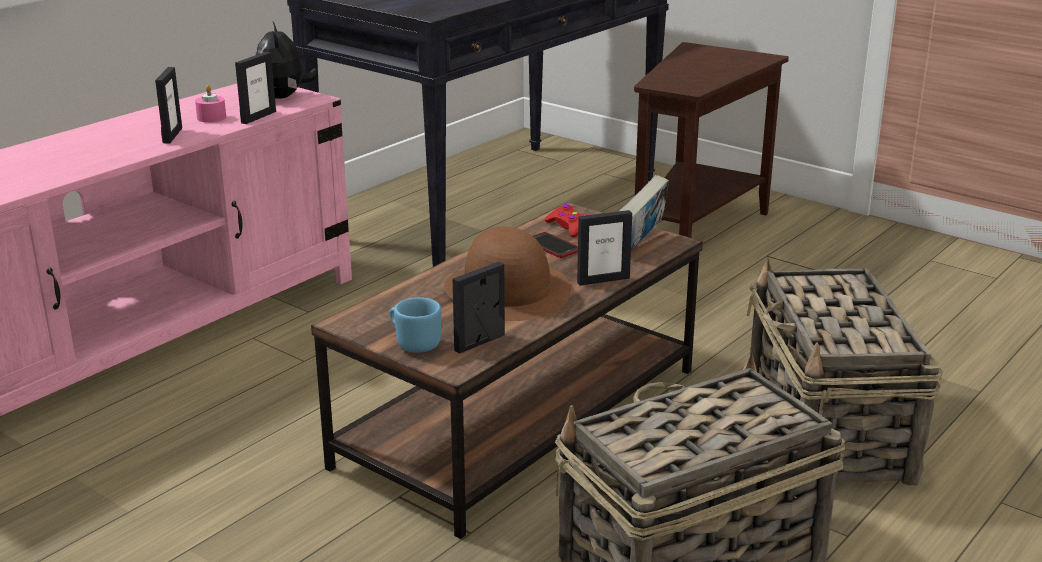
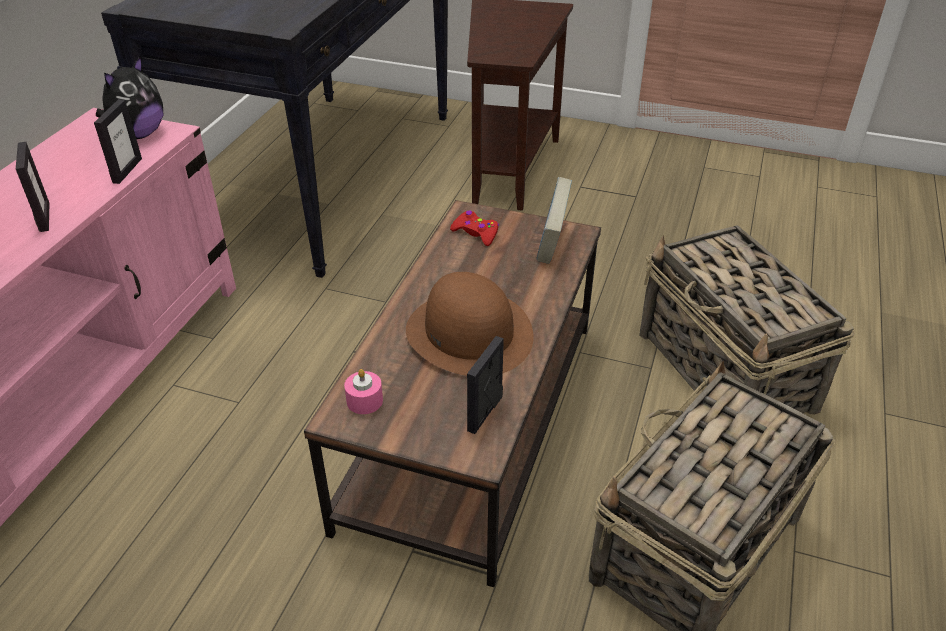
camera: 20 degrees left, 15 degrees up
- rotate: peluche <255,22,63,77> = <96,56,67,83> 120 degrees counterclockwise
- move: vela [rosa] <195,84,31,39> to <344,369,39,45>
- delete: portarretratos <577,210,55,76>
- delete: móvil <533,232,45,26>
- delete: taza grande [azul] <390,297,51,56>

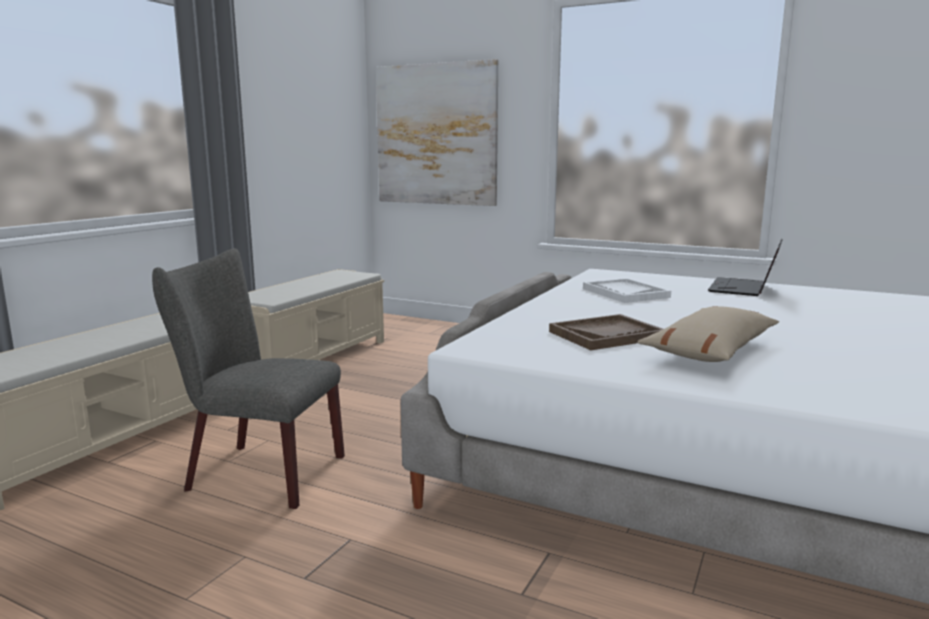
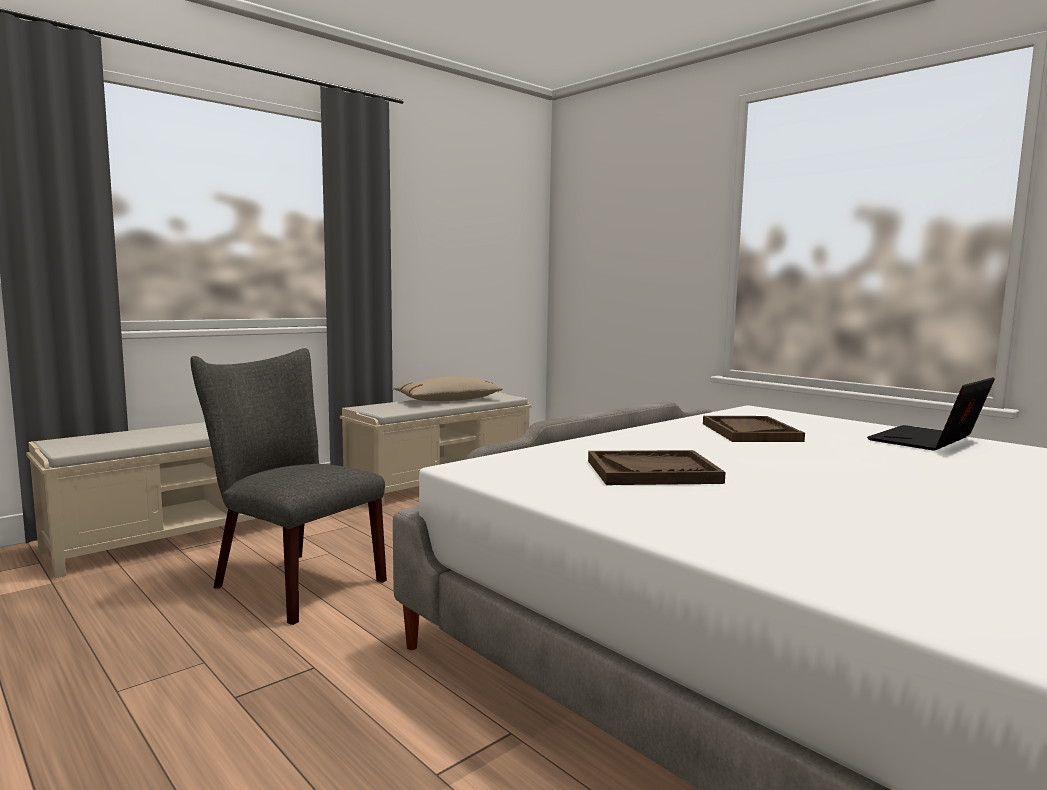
camera: 20 degrees right, 5 degrees down
- delete: cuadro <376,59,122,147>
- recolor: bandeja [blanco] <583,278,88,25> to bandeja [marrón] <703,416,102,26>
- move: cojín [beis] <637,306,142,56> to <393,376,110,25>

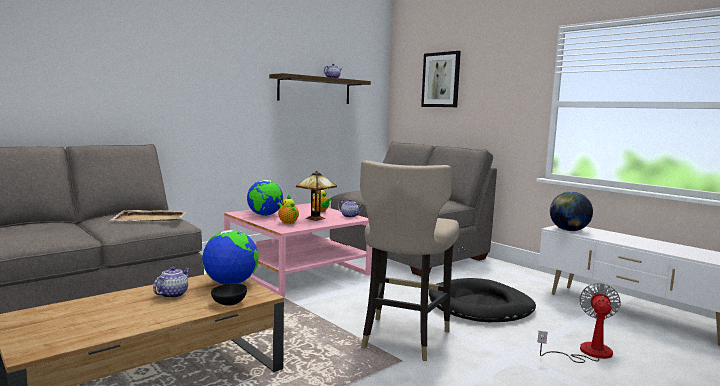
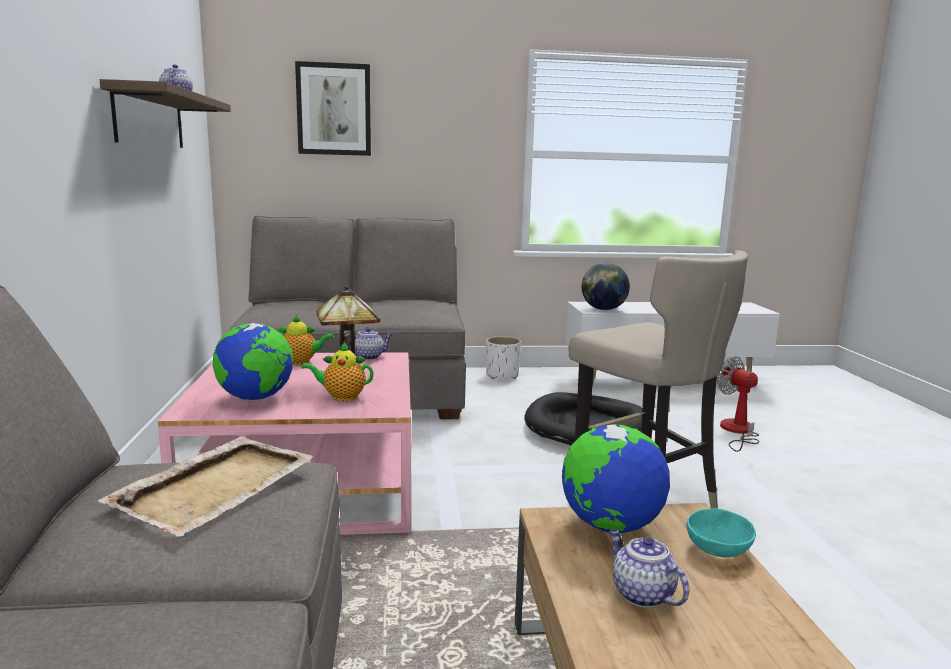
camera: 55 degrees left, 5 degrees up
- recolor: cuenco [negro] <211,283,36,23> to cuenco [turquesa] <687,509,69,48>
- insert: maceta [blanco] <486,336,35,43>

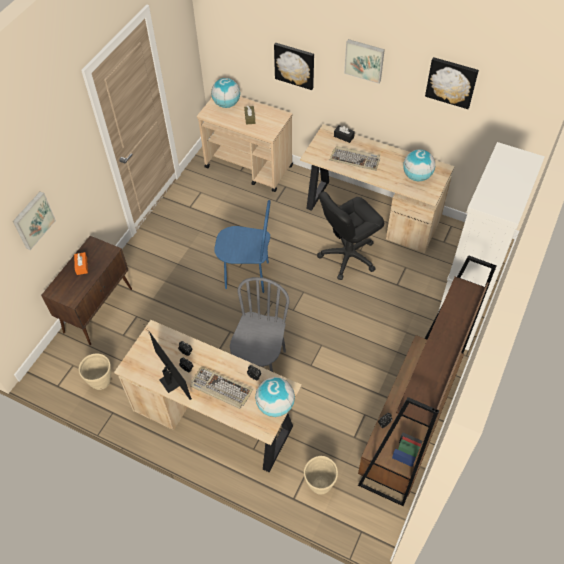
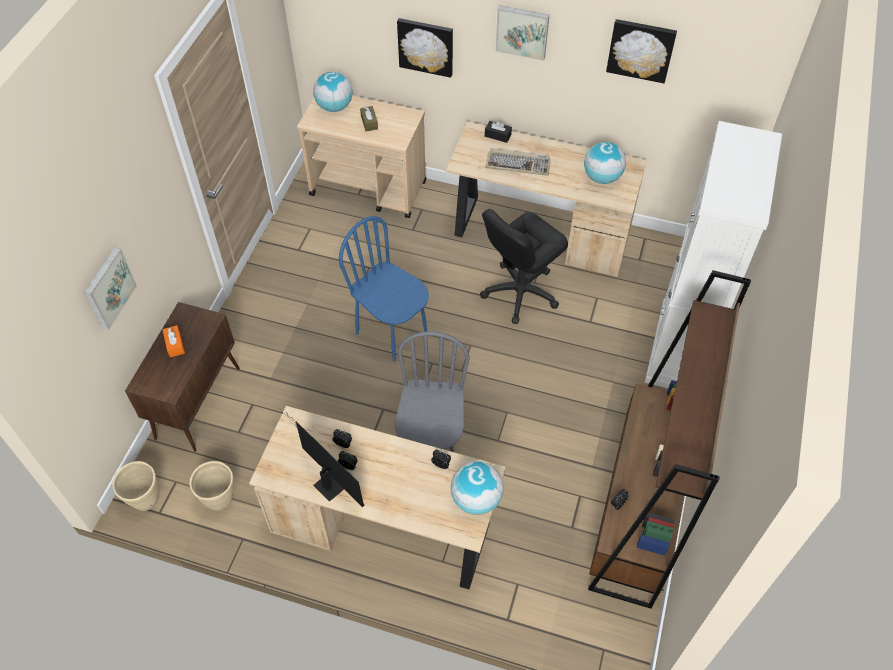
camera: 10 degrees left, 0 degrees up
- rotate: silla [azul] <214,200,57,93> = <339,216,90,146> 135 degrees counterclockwise
- delete: teclado <190,367,63,42>
- move: maceta [beis] <304,456,34,39> to <112,461,47,50>

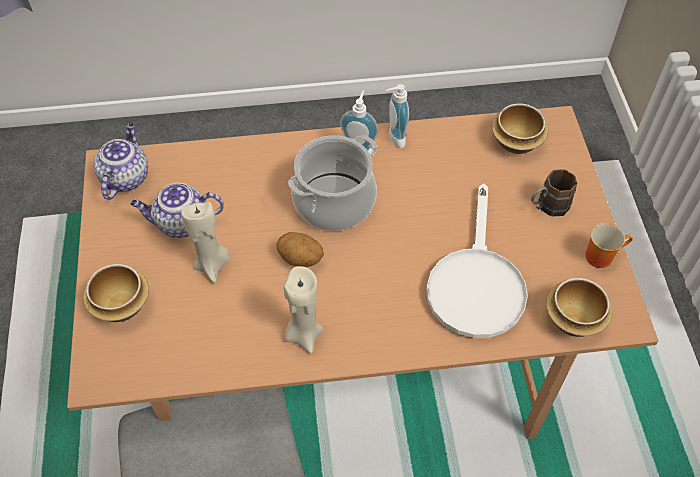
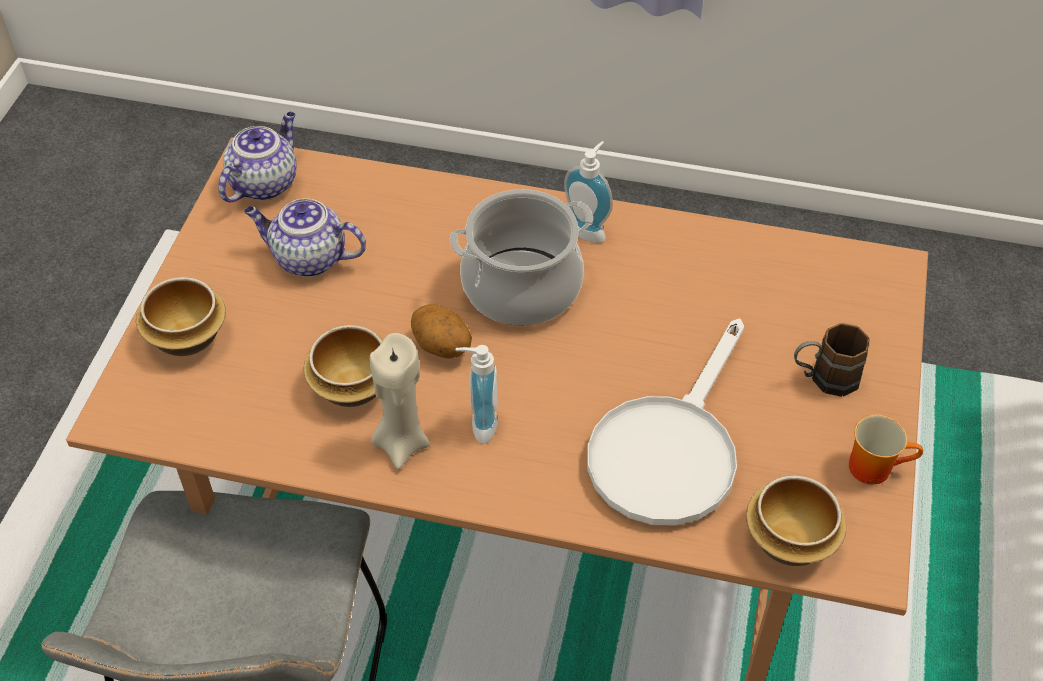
camera: 20 degrees right, 5 degrees down
- move: dispensador de jabón <386,84,23,64> to <456,345,42,99>
- move: cuenco <492,103,56,51> to <304,325,79,82>
- delete: vela [beis] <181,202,48,81>

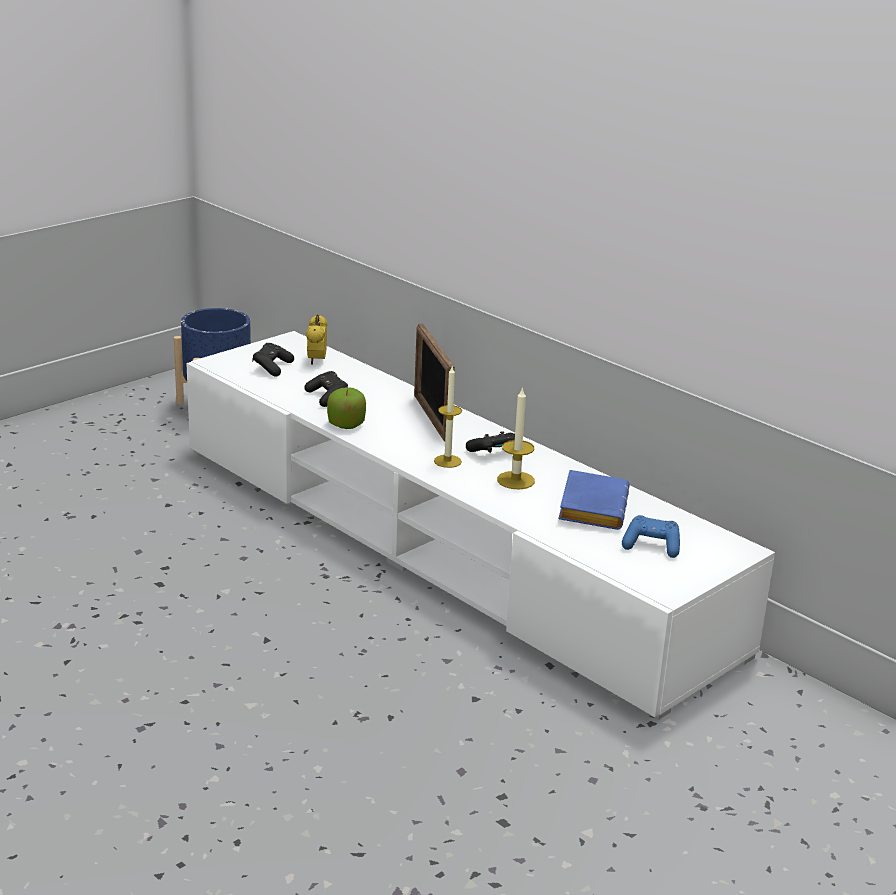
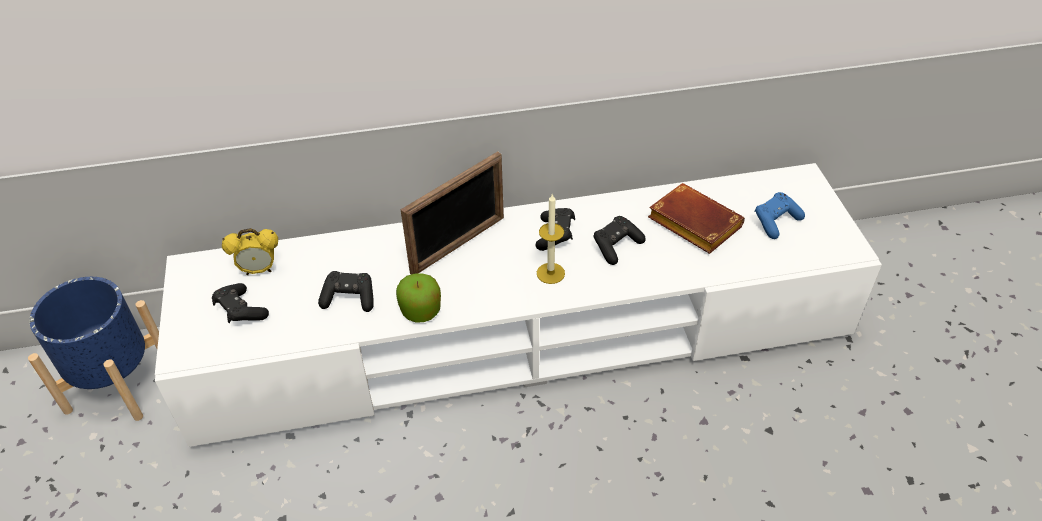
camera: 55 degrees left, 20 degrees up
- rotate: despertador <306,314,22,51> = <222,228,56,47> 45 degrees counterclockwise
- rotate: portarretratos <414,324,41,118> = <401,152,103,122> 60 degrees counterclockwise
- replace: vela <497,387,38,102> to mando de consola [negro] <593,216,53,49>
- recolor: libro [azul] <558,470,71,60> to libro [marrón] <648,183,97,71>

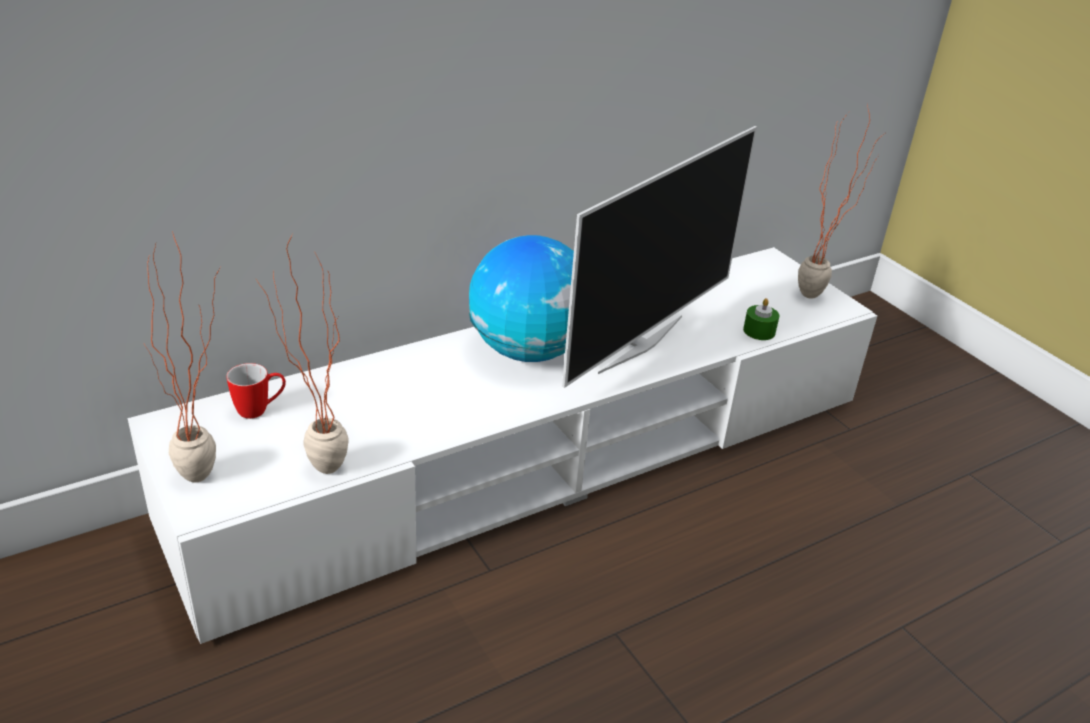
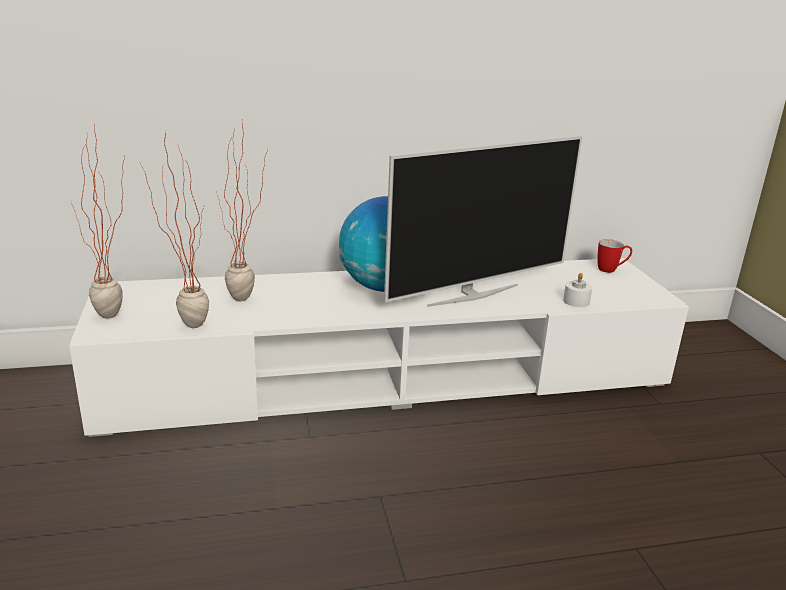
camera: 20 degrees right, 10 degrees down
- move: planta en maceta <798,105,86,194> to <216,125,52,176>
- recolor: vela [verde] <743,298,36,42> to vela [blanco] <563,273,29,34>
- move: taza grande <226,363,60,56> to <598,239,34,34>

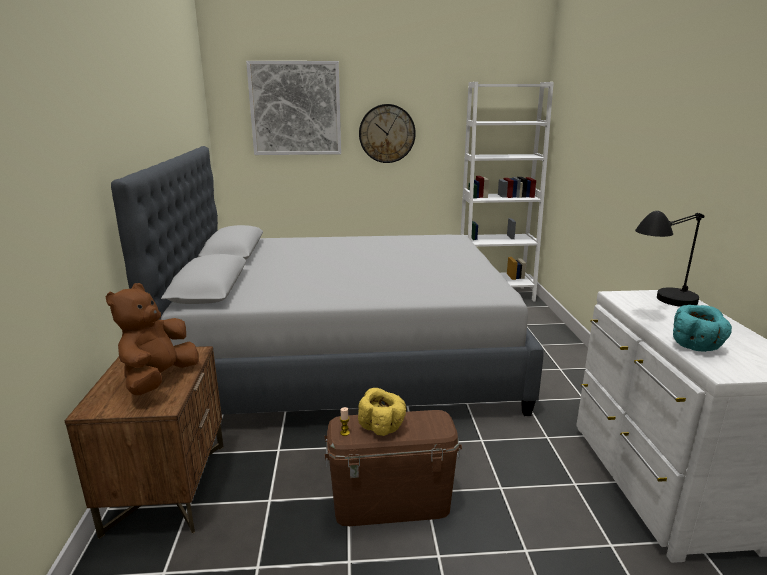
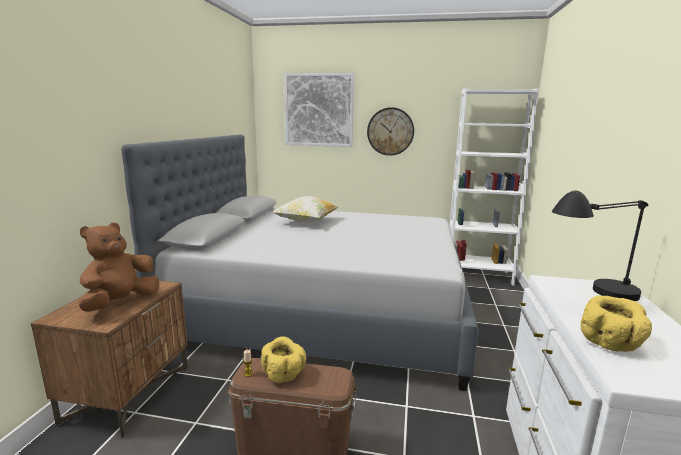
camera: 15 degrees right, 5 degrees down
- recolor: cuenco [turquesa] <673,305,59,47> to cuenco [amarillo] <581,296,71,56>
- insert: cojín <272,196,68,27>

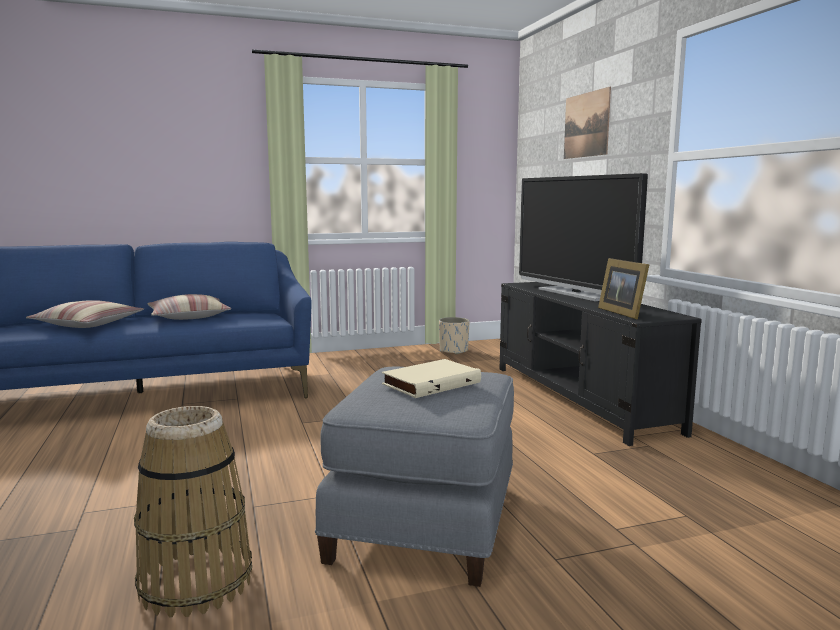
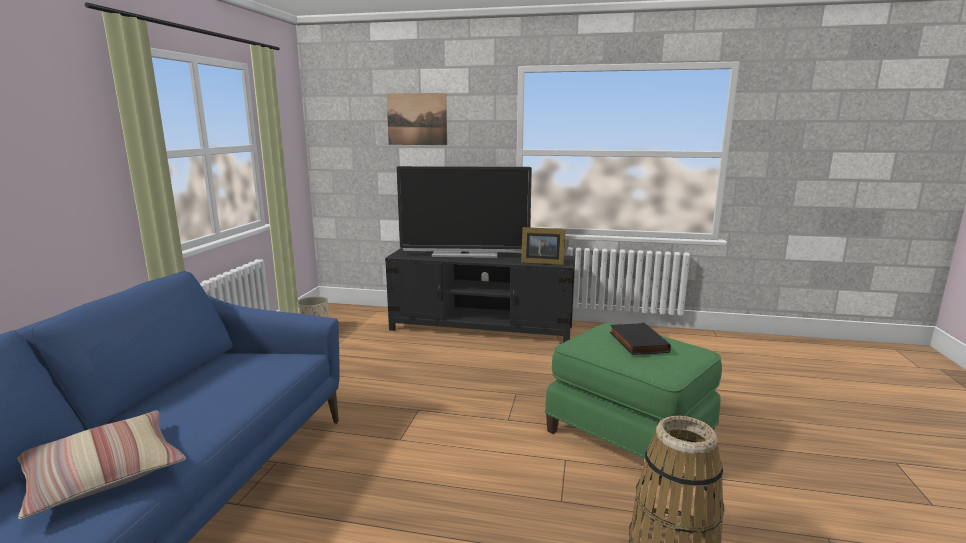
camera: 60 degrees left, 5 degrees up
- delete: cojín <147,294,84,26>
- recolor: libro [beis] <382,359,99,39> to libro [negro] <610,323,61,32>
- recolor: puf [gris] <315,366,199,221> to puf [verde] <545,323,177,162>

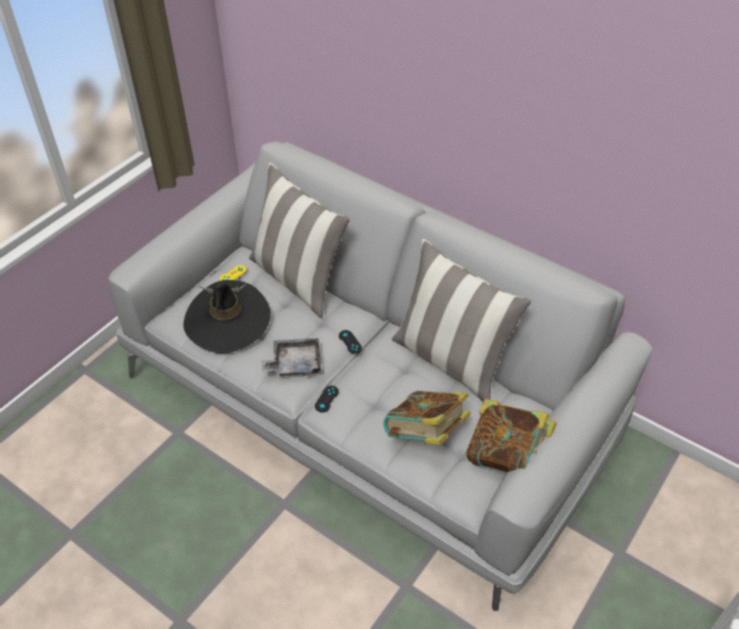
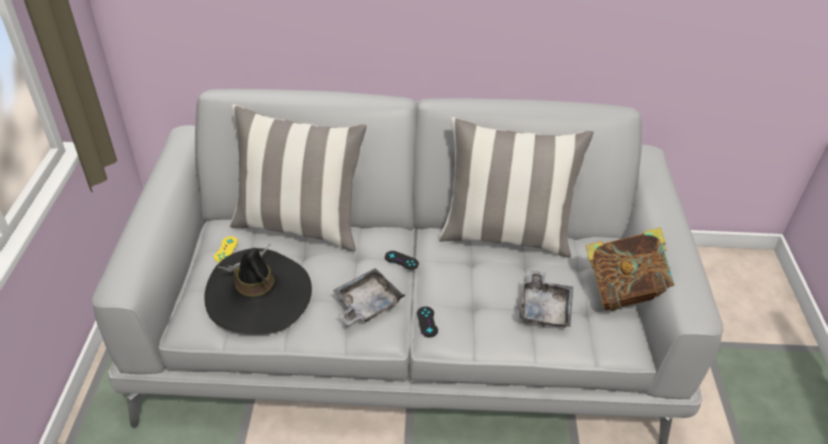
camera: 35 degrees left, 5 degrees down
- replace: libro <383,391,88,54> to bandeja [gris] <519,270,54,57>

